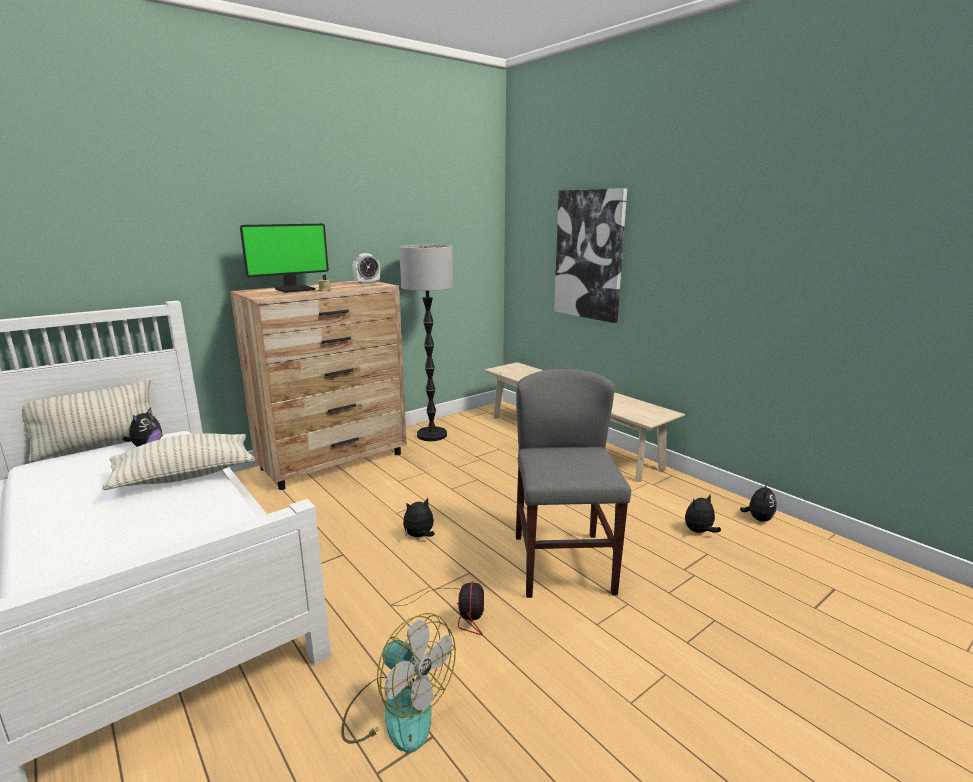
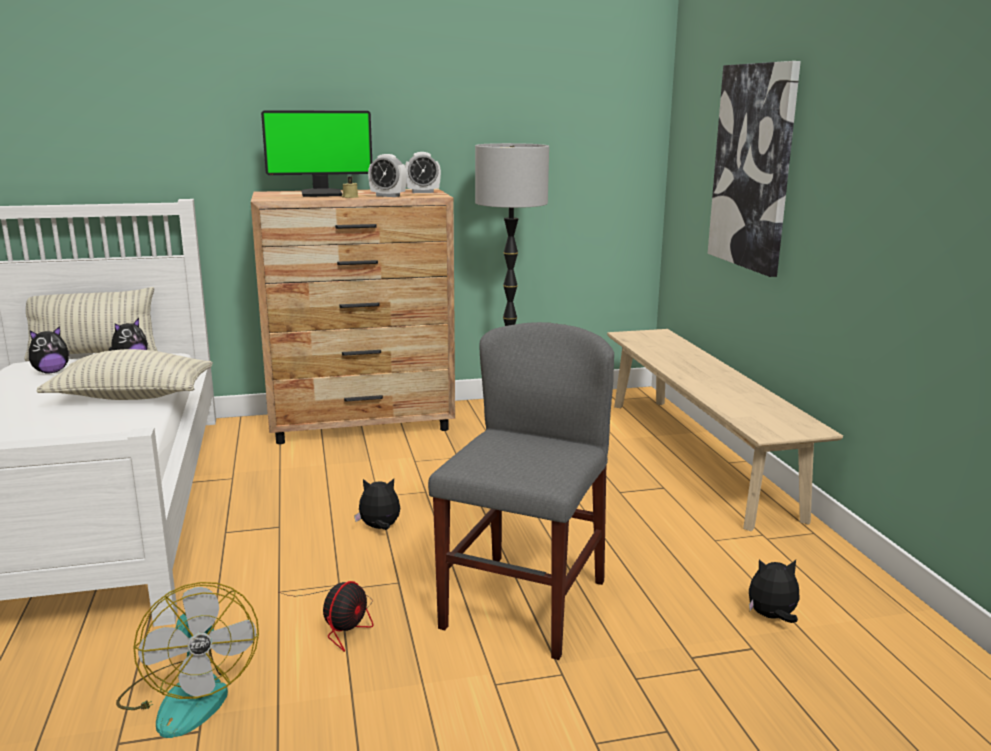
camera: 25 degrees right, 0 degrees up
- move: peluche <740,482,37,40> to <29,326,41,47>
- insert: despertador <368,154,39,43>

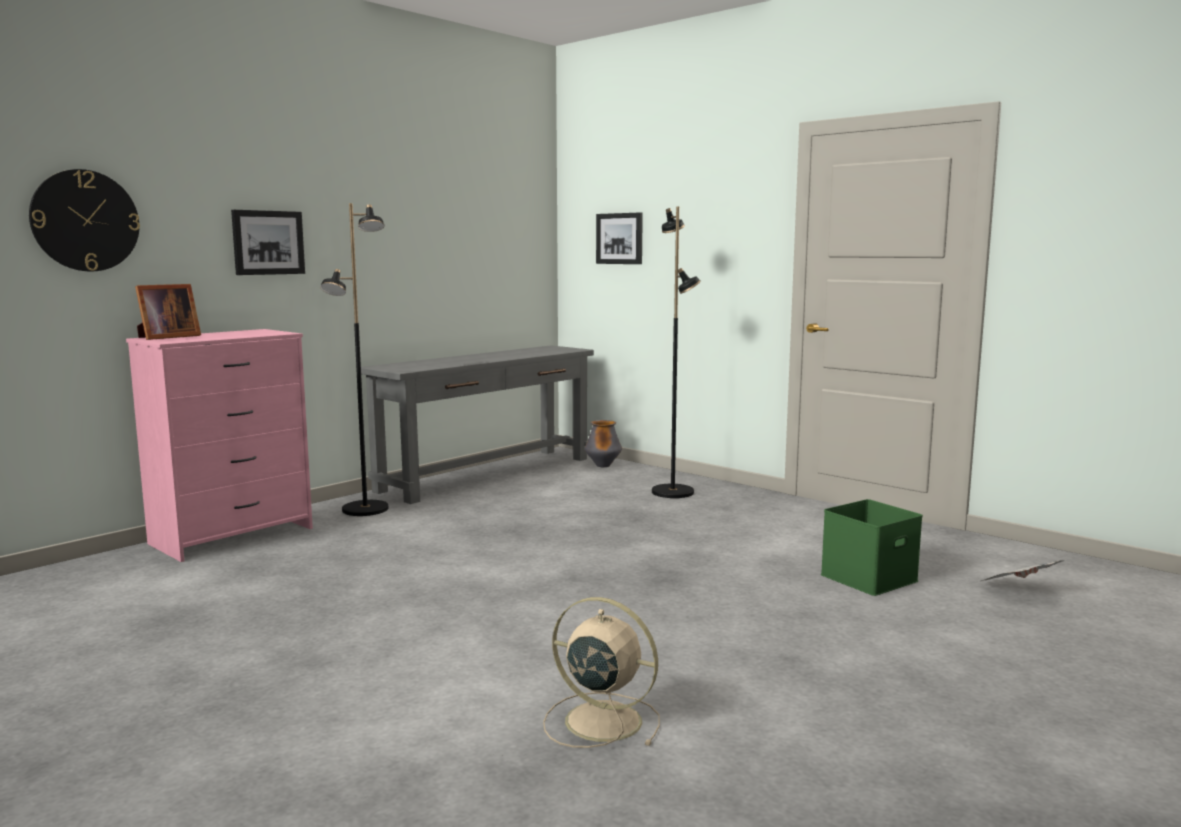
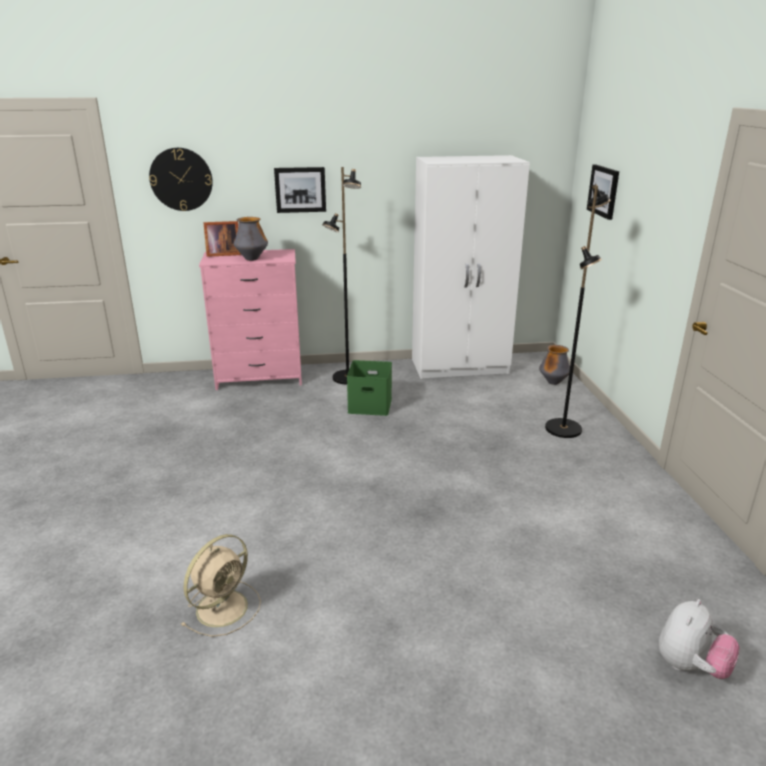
camera: 40 degrees right, 15 degrees up
- replace: mesa consola [gris] <361,345,233,159> to armario ropero [blanco] <412,155,118,224>
- move: caja de almacenaje [verde] <821,499,102,97> to <347,360,45,56>
- replace: periódico <982,560,81,21> to peluche <659,599,81,80>
- rotate: ventilador [beis] <543,597,117,151> = <181,534,80,103> 60 degrees clockwise
- insert: florero <234,217,34,44>

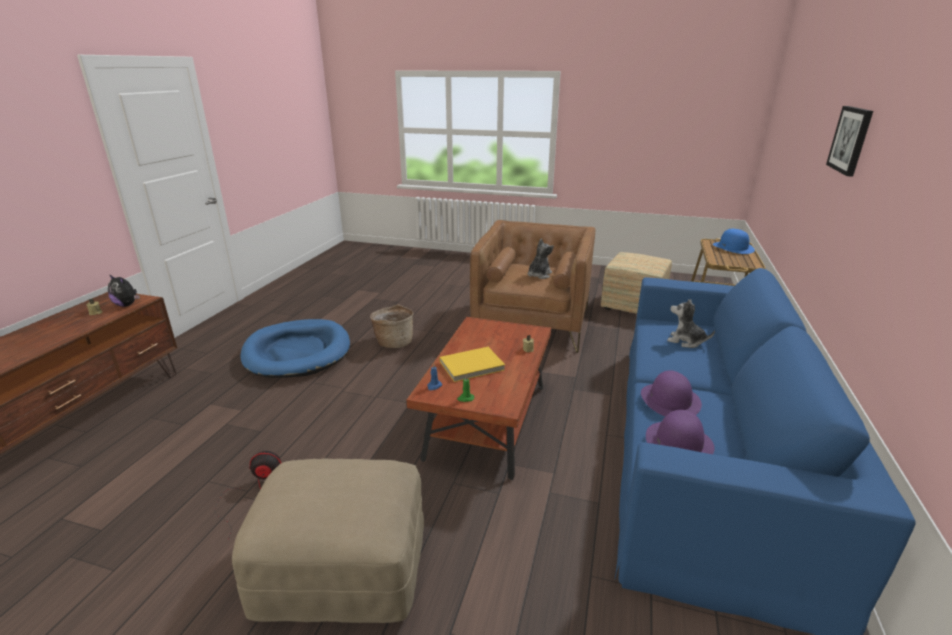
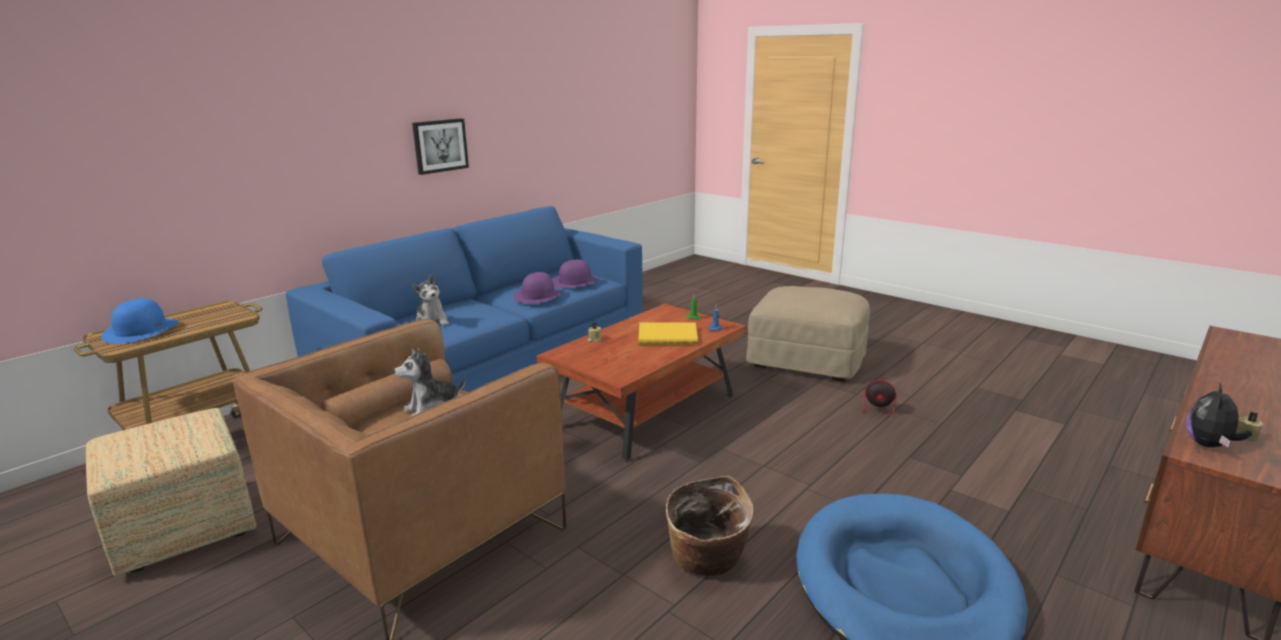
camera: 155 degrees left, 5 degrees down
- move: cuadro <826,106,47,71> to <412,118,57,57>
- rotate: peluche <108,274,32,33> = <1186,383,66,65> 105 degrees counterclockwise

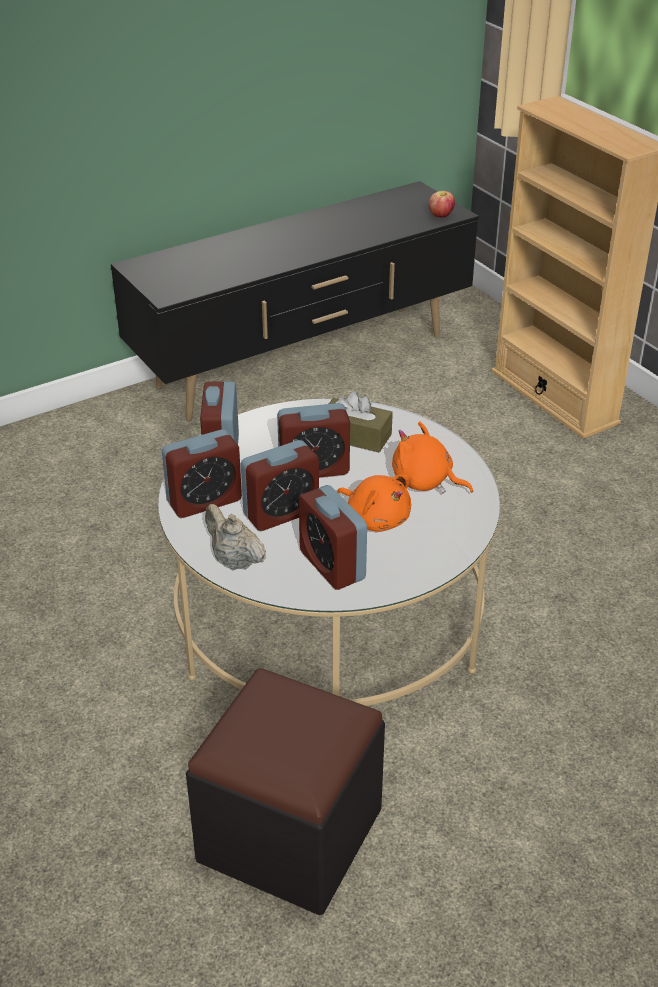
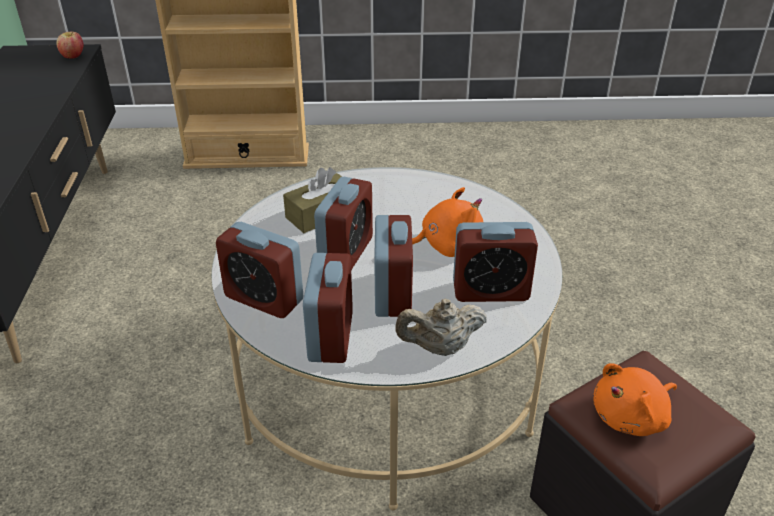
camera: 60 degrees left, 0 degrees up
- move: peluche [naranja] <392,421,81,73> to <593,363,84,73>

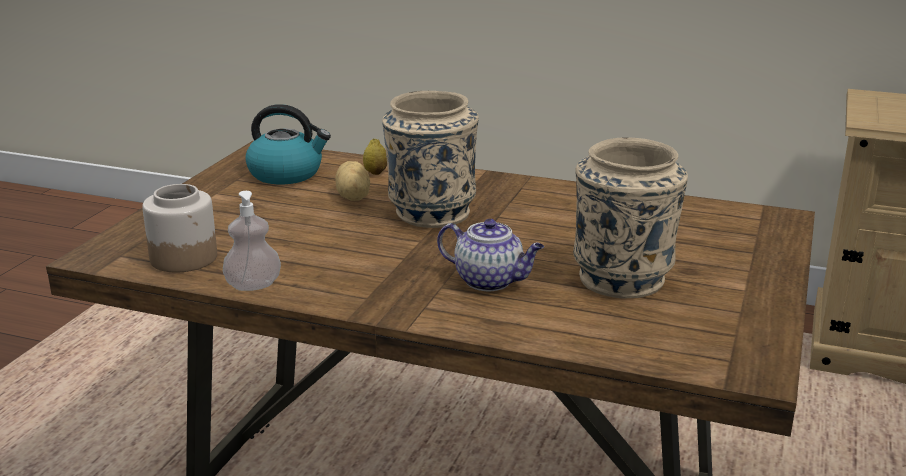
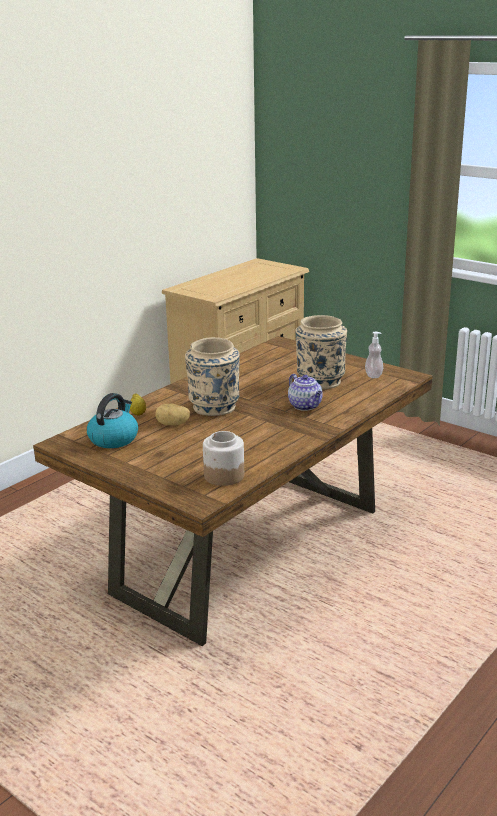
camera: 70 degrees left, 0 degrees up
- move: dispensador de jabón <223,191,58,100> to <365,331,18,47>
- rotate: tetera <437,219,107,72> = <288,374,35,37> 105 degrees clockwise

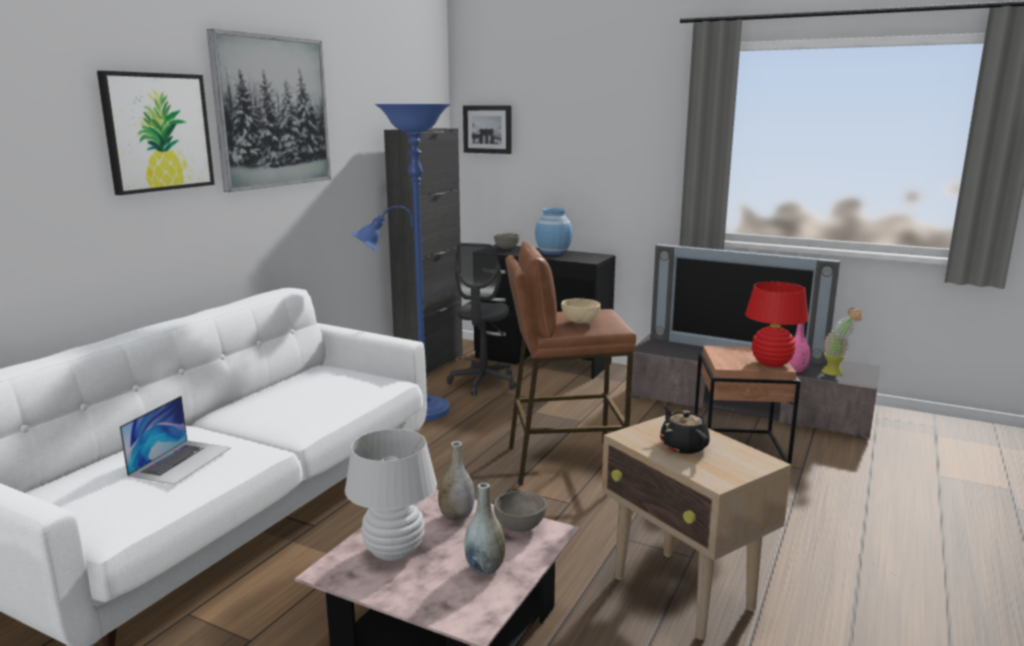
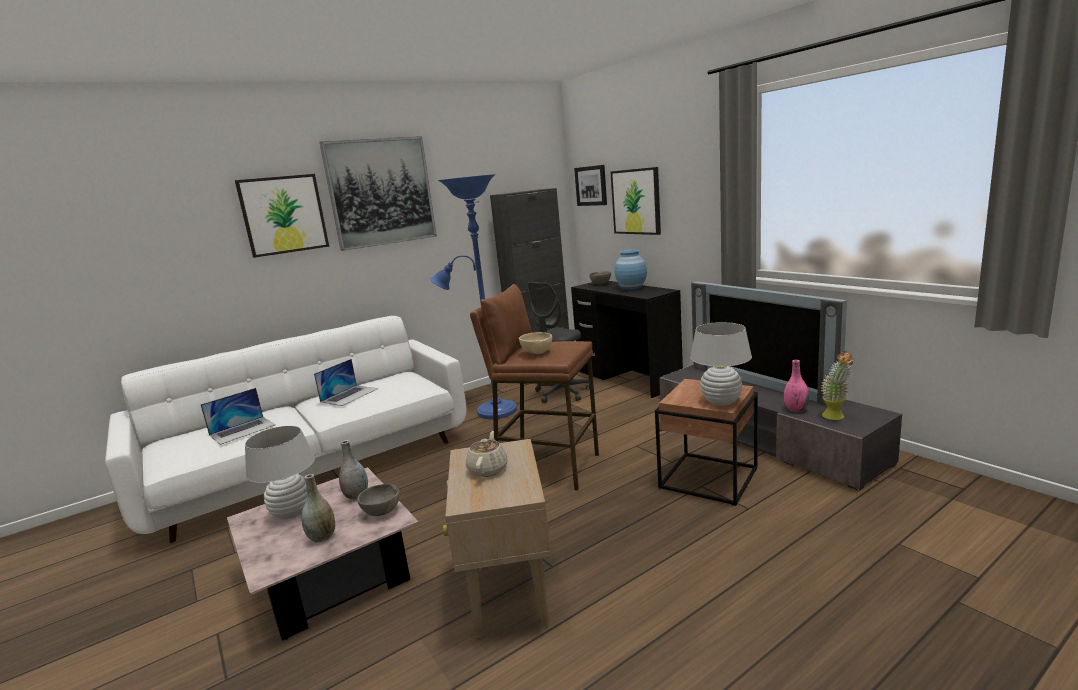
camera: 30 degrees right, 0 degrees up
- recolor: lámpara de mesa [rojo] <745,282,64,85> to lámpara de mesa [blanco] <690,322,62,84>
- recolor: tetera [negro] <660,404,50,50> to tetera [beis] <466,431,42,46>
- insert: cuadro <610,167,51,68>
- insert: portátil <314,359,64,47>

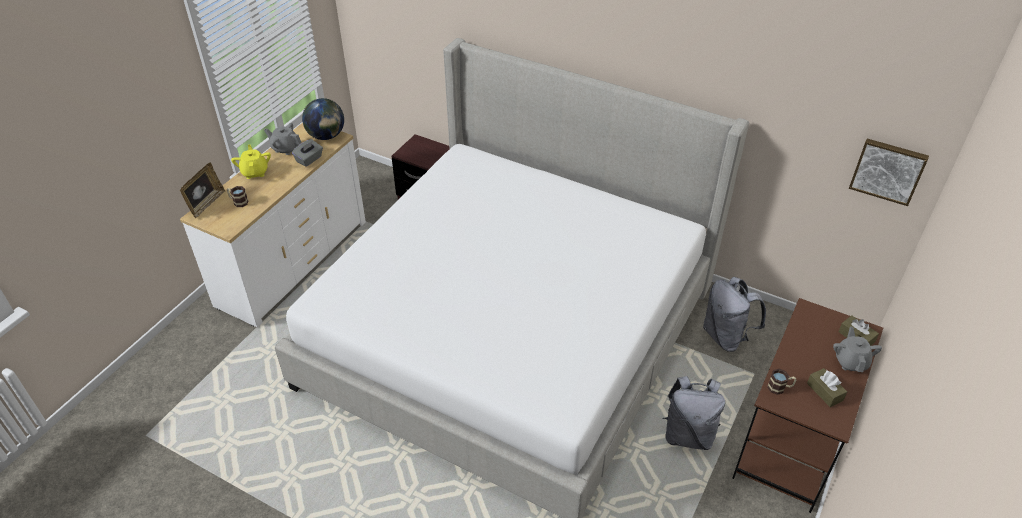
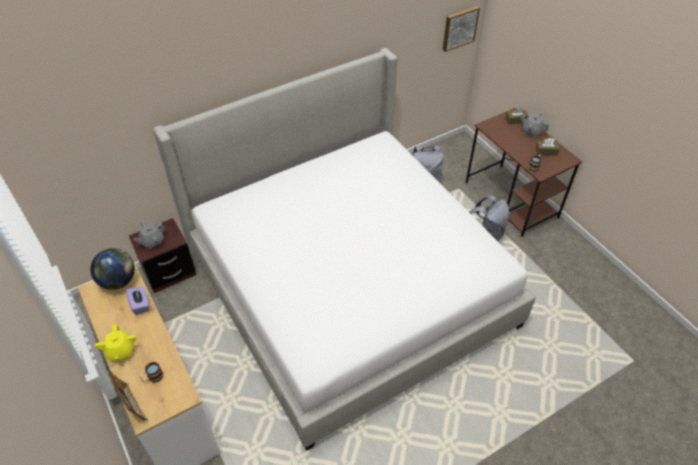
camera: 60 degrees left, 5 degrees up
- move: tetera [gris] <264,123,38,32> to <134,222,32,27>
- recolor: caja de pañuelos [gris] <292,139,31,28> to caja de pañuelos [morado] <126,286,23,29>
- rotate: tetera [amarillo] <231,144,40,35> = <94,324,42,37> 120 degrees counterclockwise

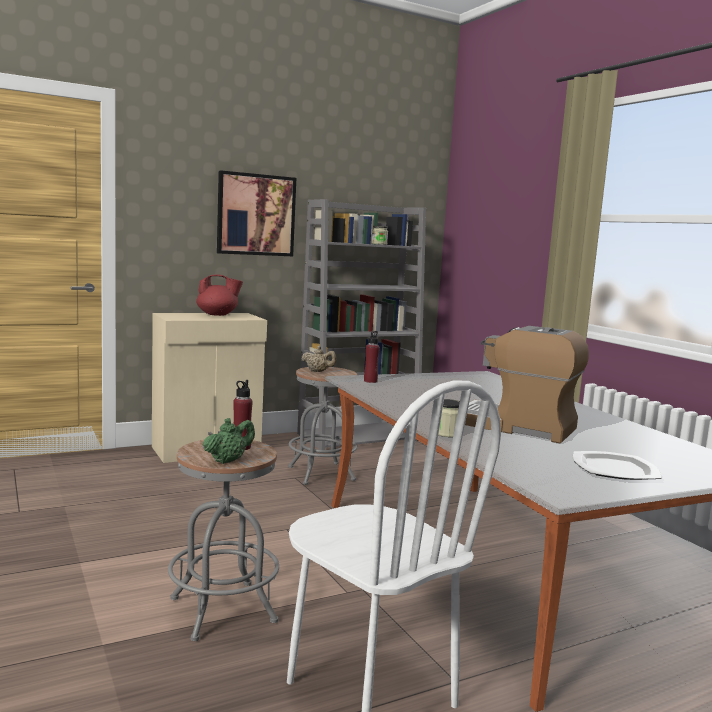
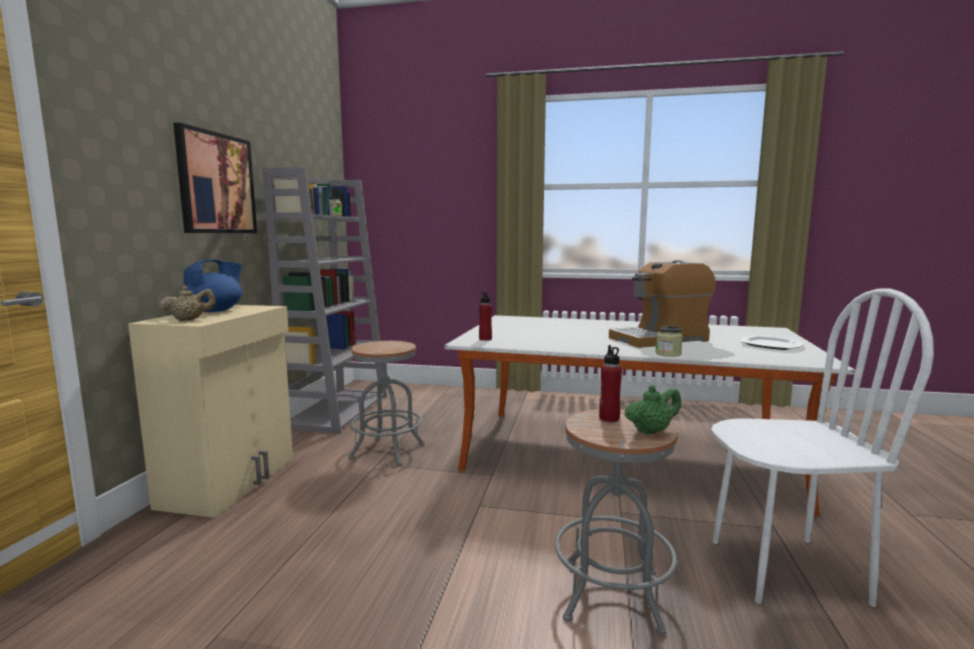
camera: 50 degrees left, 0 degrees up
- recolor: tetera [rojo] <196,275,47,41> to tetera [azul] <183,259,59,53>
- move: tetera [beis] <301,346,36,26> to <159,286,57,35>
- rotate: tetera [verde] <202,418,53,46> = <625,385,56,49> 75 degrees clockwise

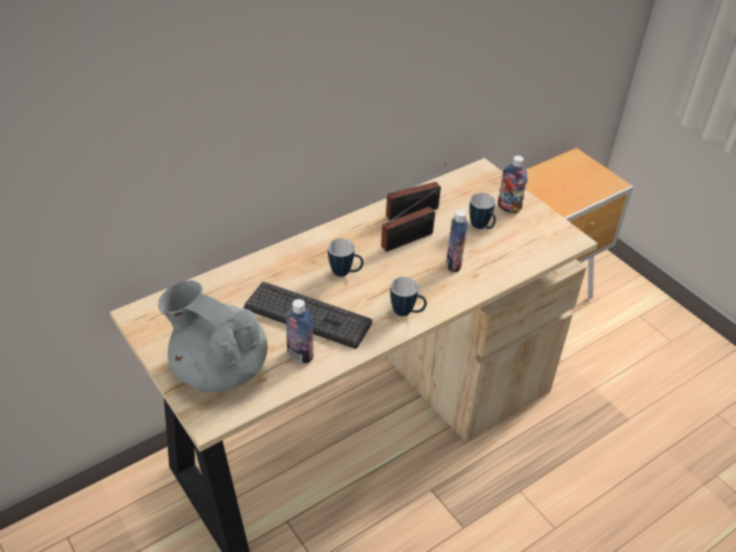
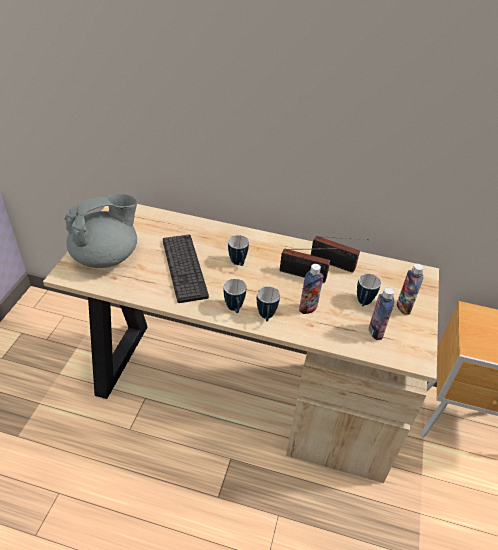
camera: 50 degrees right, 0 degrees up
- rotate: tetera [gris] <158,280,110,112> = <65,194,72,74> 60 degrees clockwise
- move: botella <286,299,28,64> to <369,287,25,53>
- insert: taza grande <257,286,23,35>

